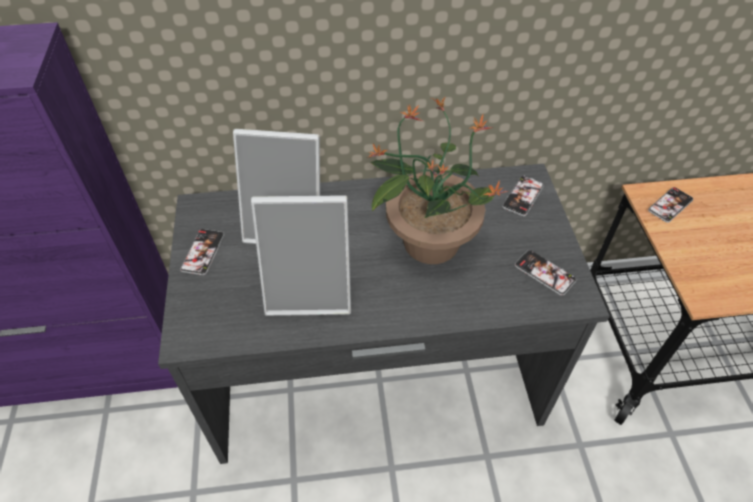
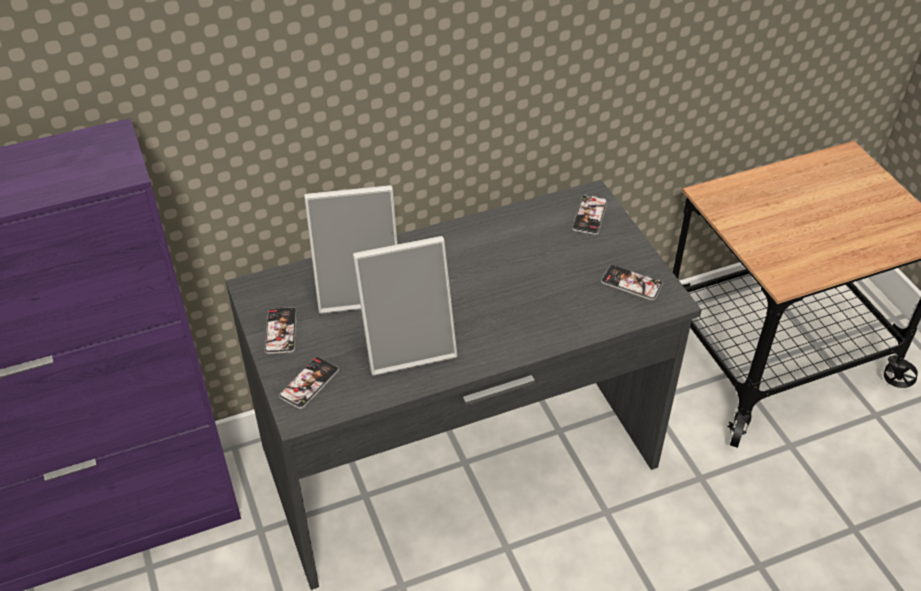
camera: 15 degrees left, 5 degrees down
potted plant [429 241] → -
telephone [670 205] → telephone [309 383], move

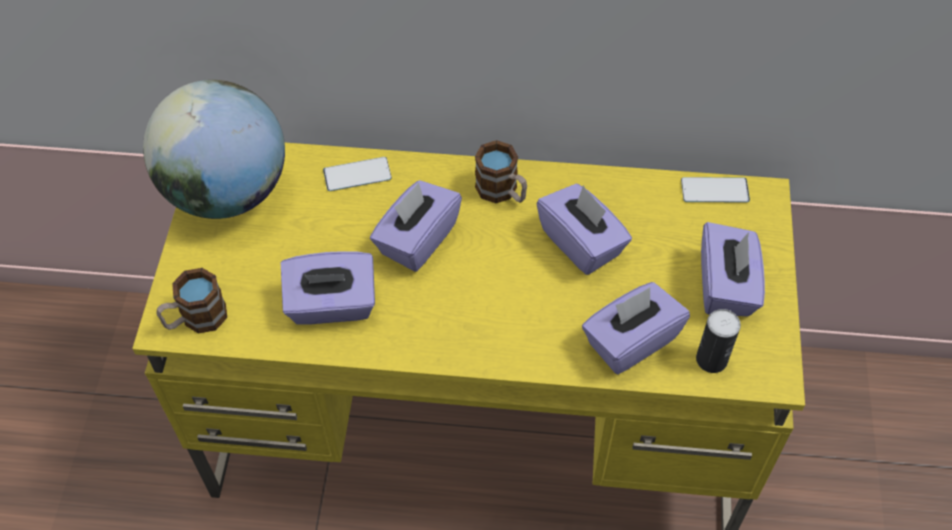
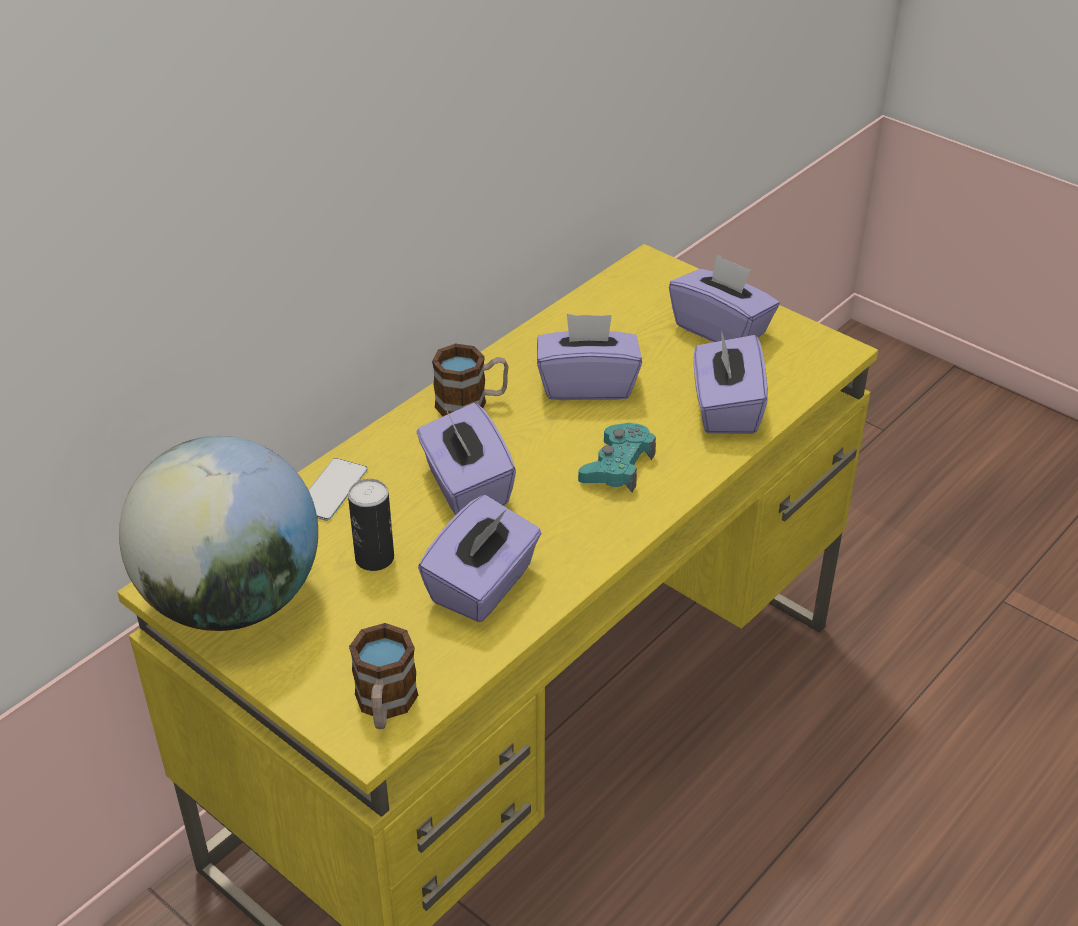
camera: 55 degrees left, 15 degrees down
telephone [714 190] → -
can [711 359] → can [374 558], move
- → turquoise game controller [617 466]

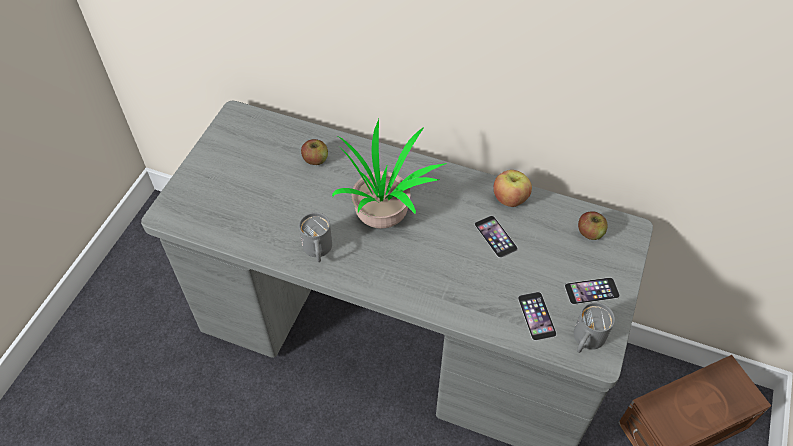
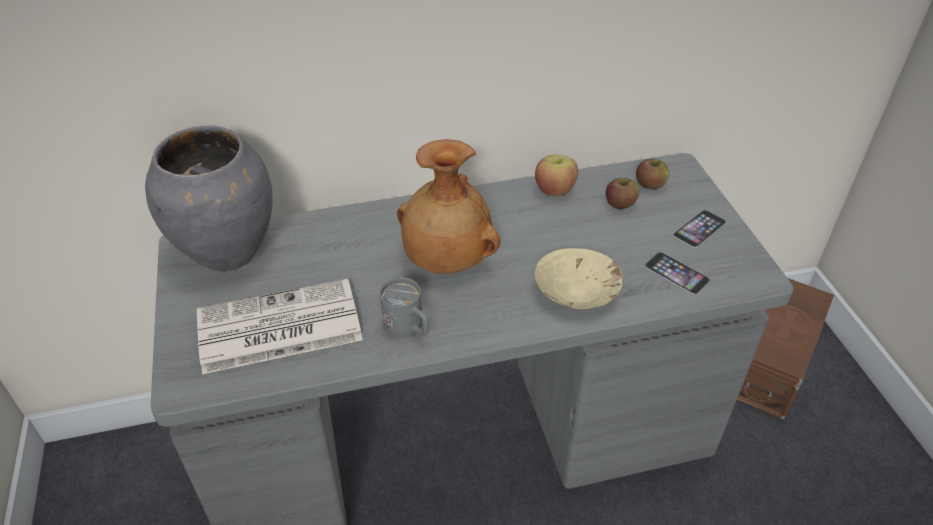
camera: 35 degrees left, 10 degrees down
apple [315 159] → apple [620 203], move
potted plant [384 214] → brown-coloured decorative vase [446 260]
telephone [495 236] → -
greyish tea mug [586 341] → -
- → greyish decorative vase [230 253]
- → newspaper [277 328]
- → beige-coloured serving bowl [577 292]

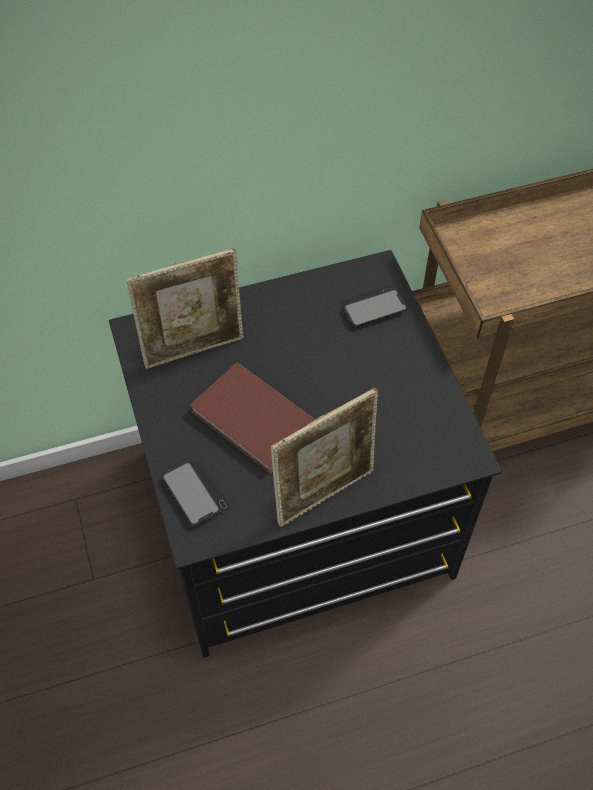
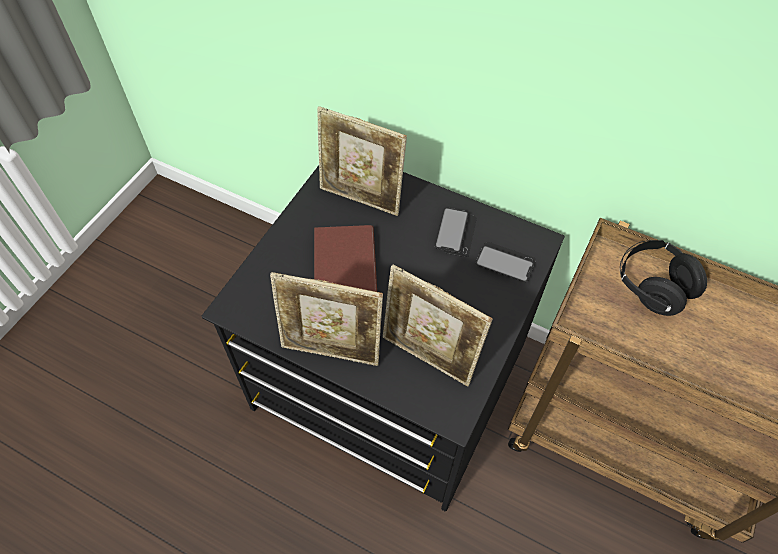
camera: 45 degrees right, 0 degrees up
telephone [196 493] → telephone [455 233], move
- → picture frame [428 357]
- → blackish headphones [653 286]

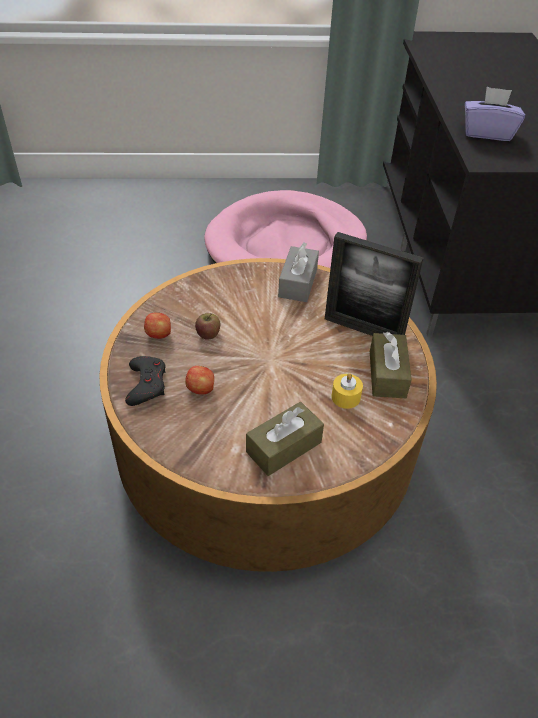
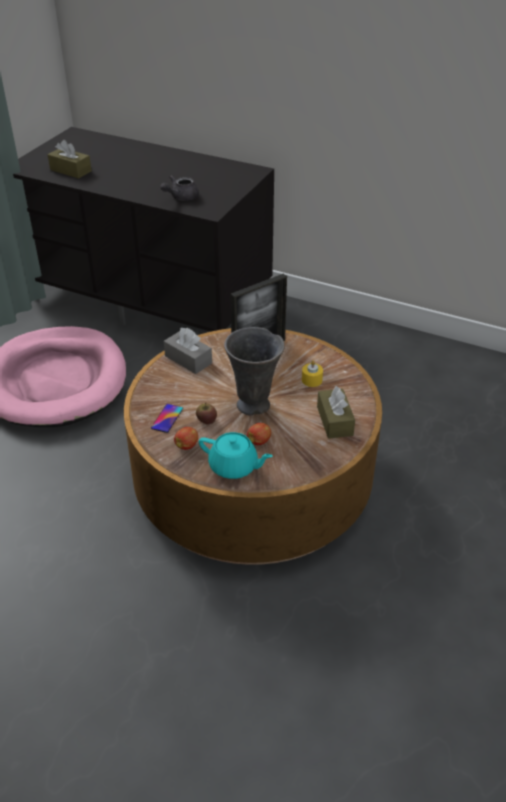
camera: 60 degrees left, 5 degrees down
blackish game controller [146 384] → turquoise teapot [234 467]
brown-coloured tissue holder [387 374] → brown-coloured tissue holder [70 170], move
purple-coloured tissue holder [487 133] → greyish teapot [181 197]
- → telephone [167 418]
- → greyish decorative vase [254 406]

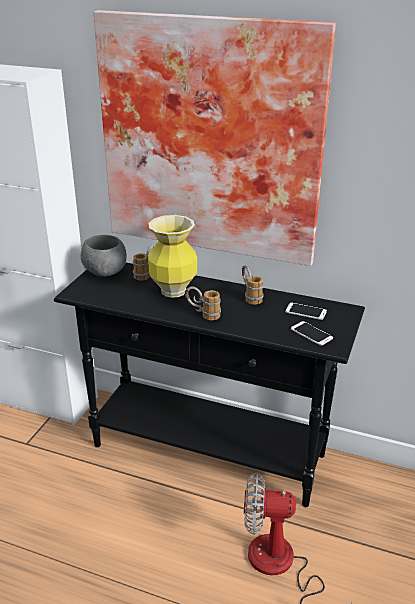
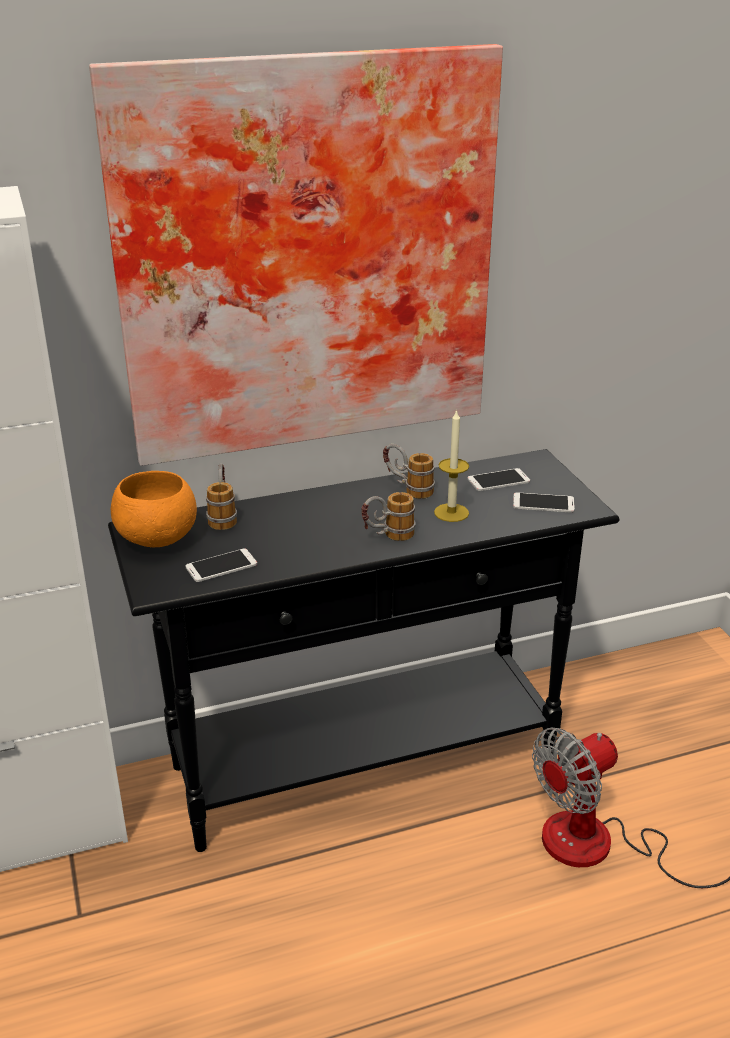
camera: 40 degrees left, 0 degrees up
greyish serving bowl [104 273] → orange-coloured serving bowl [157 540]
decorative vase [173 291] → -
- → telephone [221 566]
- → candle [451 512]

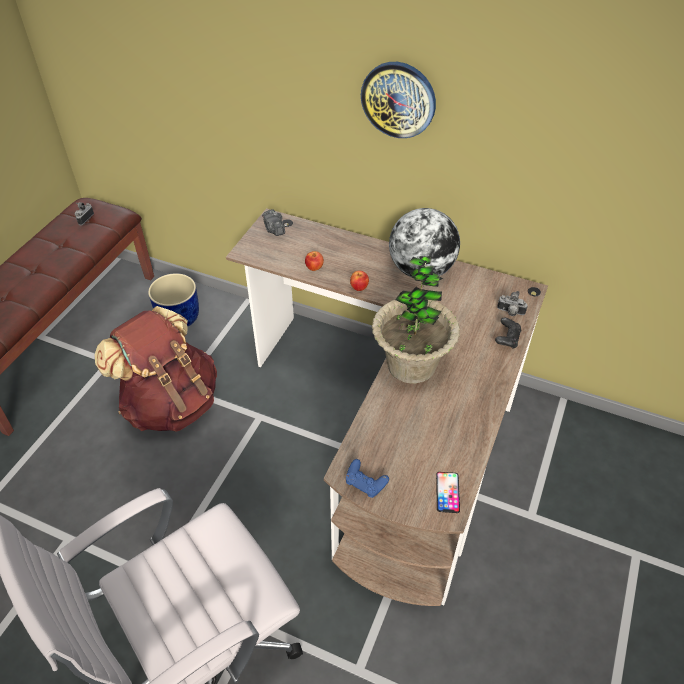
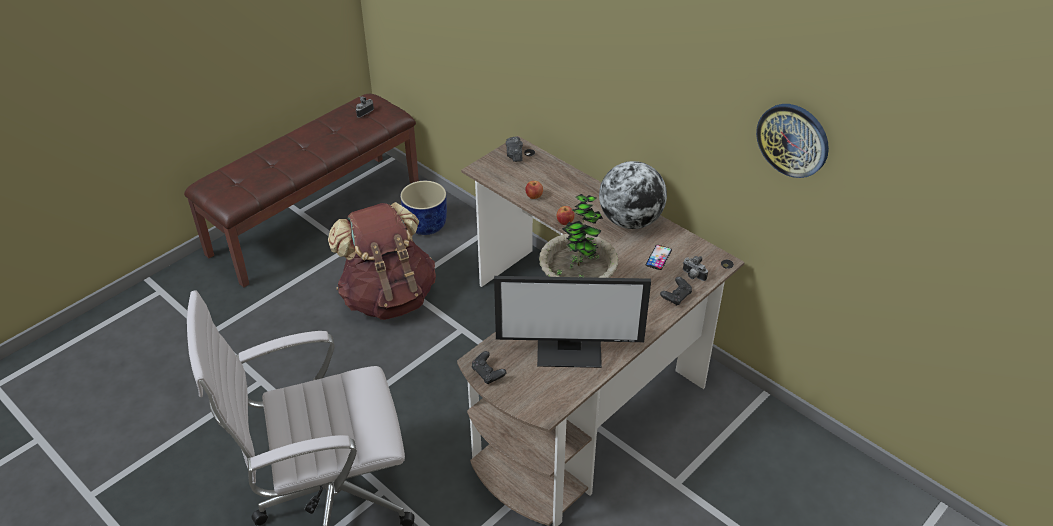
camera: 20 degrees right, 5 degrees down
blue-coloured game controller [365 484] → blackish game controller [488 374]
hanging clock [398 99] → hanging clock [793 140], move
telephone [447 492] → telephone [658 257], move
- → computer display [570 351]

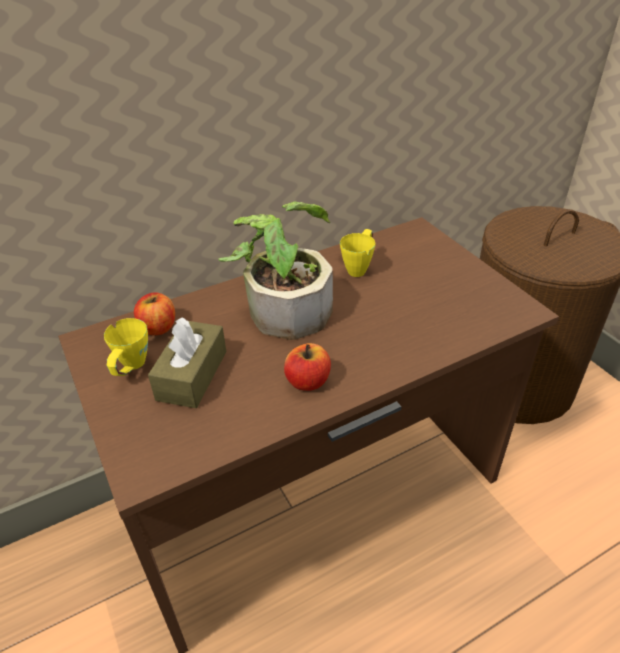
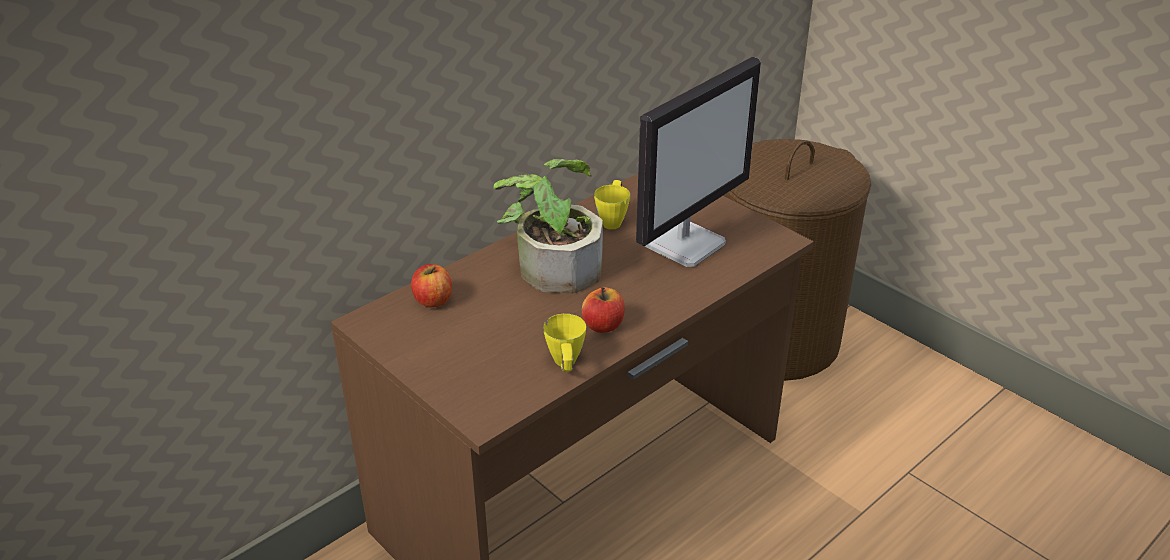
camera: 15 degrees left, 5 degrees down
yellow-coloured tea mug [131 369] → yellow-coloured tea mug [566 367], move
brown-coloured tissue holder [192 375] → -
- → computer display [685 243]

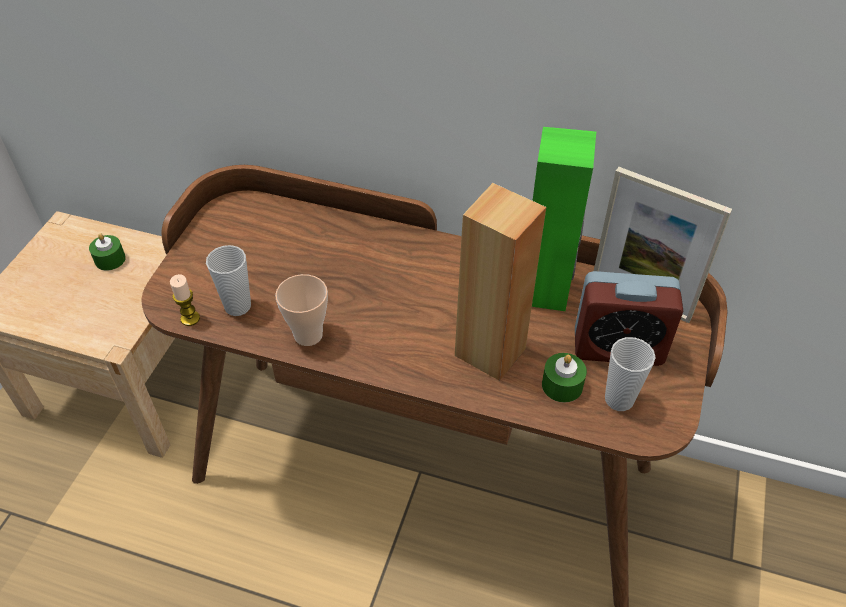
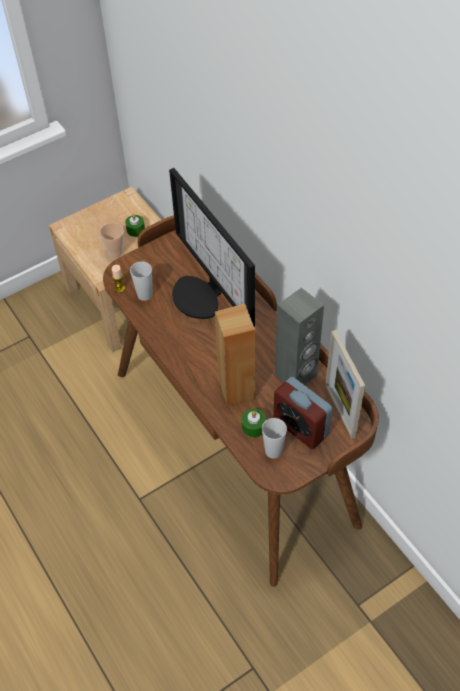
camera: 40 degrees right, 5 degrees up
drinking cup [308 335] → drinking cup [115 252], move
greenish audio speaker [545 289] → greyish audio speaker [296 375]
- → computer display [202 295]

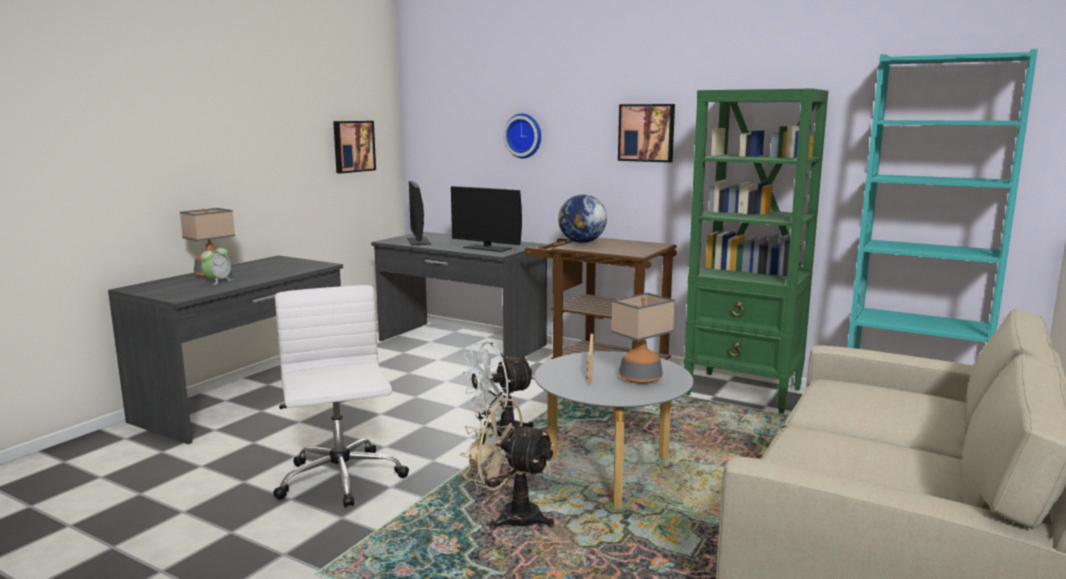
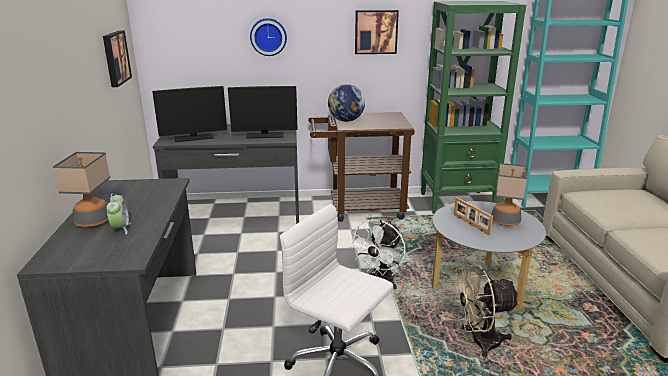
camera: 35 degrees left, 10 degrees up
computer display [418 241] → computer display [193 137], 60 degrees counterclockwise

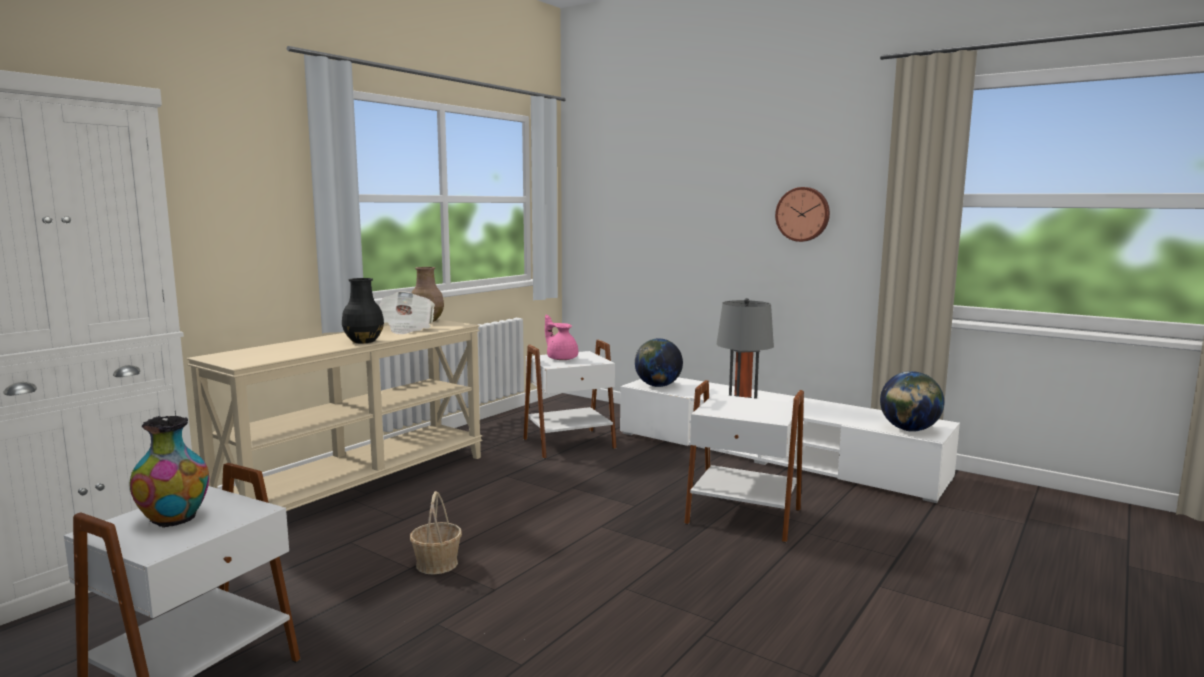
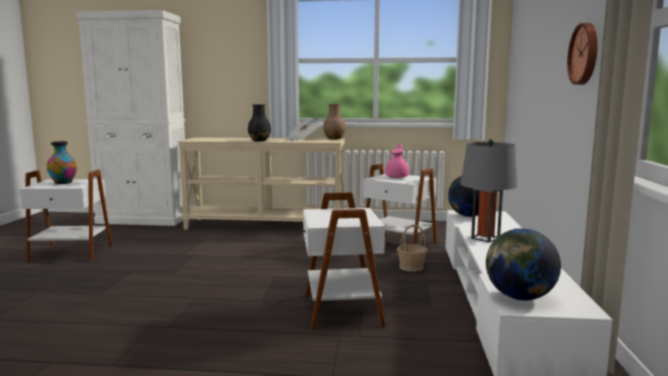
camera: 60 degrees right, 0 degrees up
storage basket [436 564] → storage basket [411 267], move

